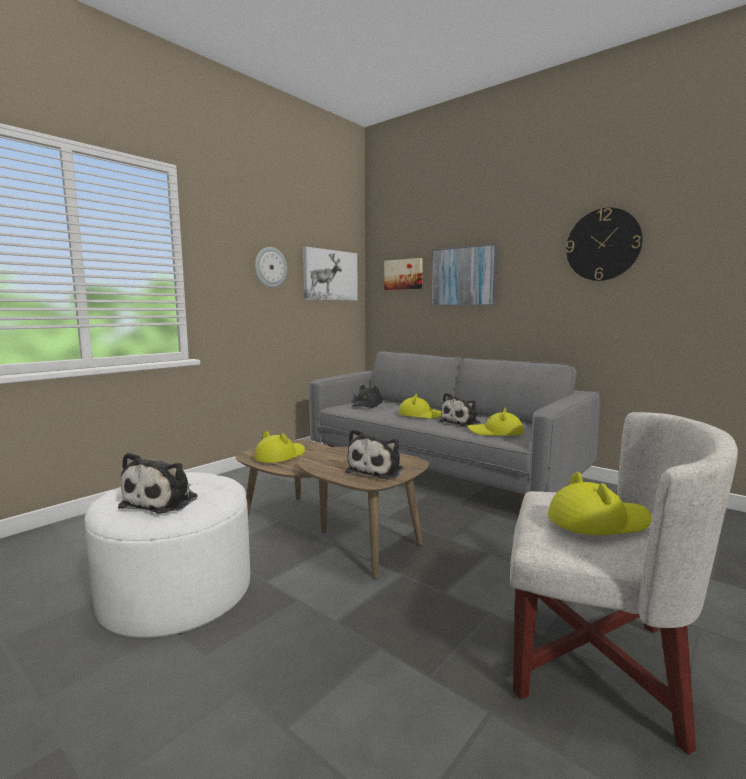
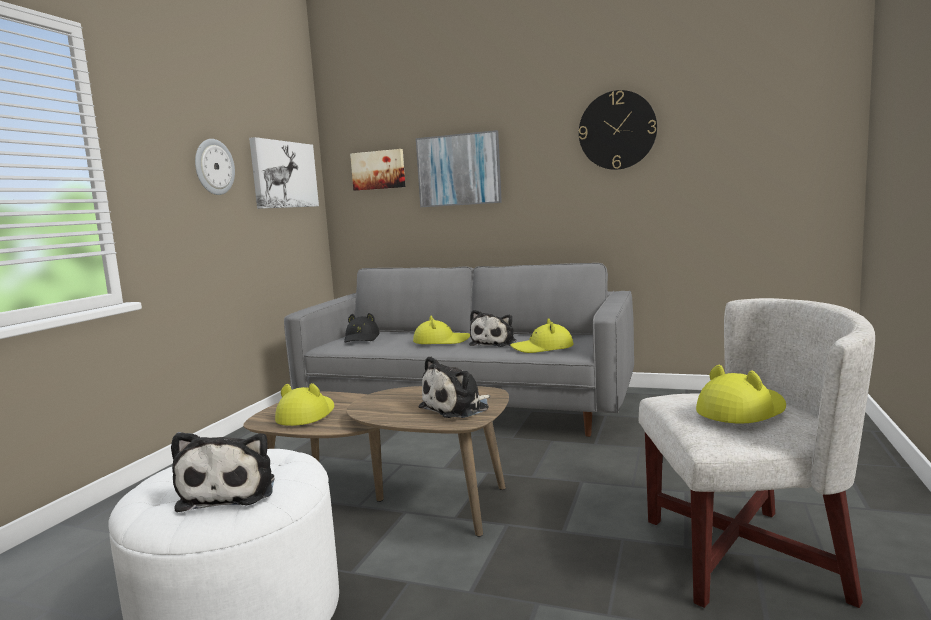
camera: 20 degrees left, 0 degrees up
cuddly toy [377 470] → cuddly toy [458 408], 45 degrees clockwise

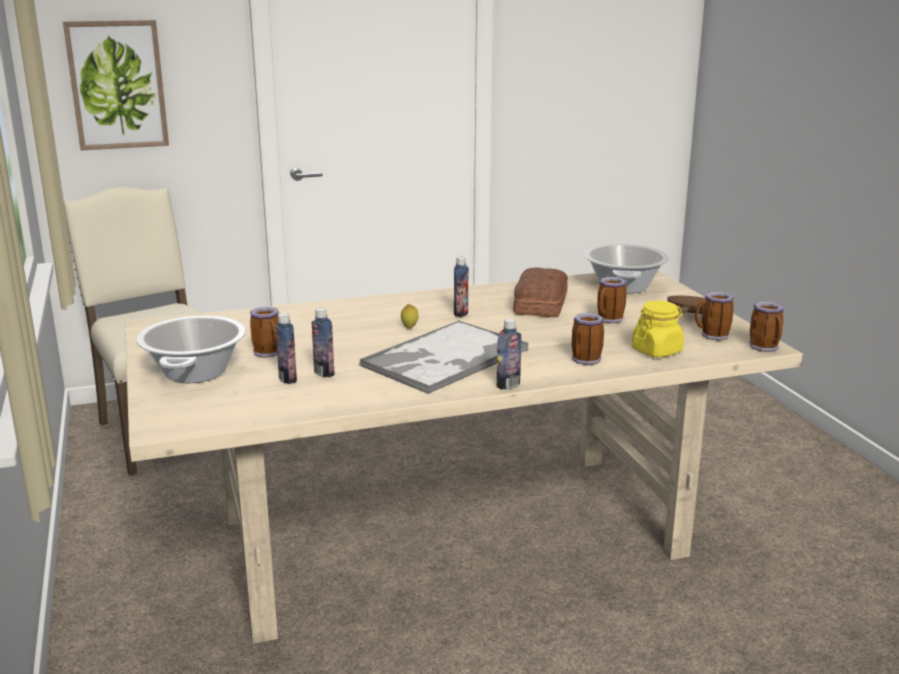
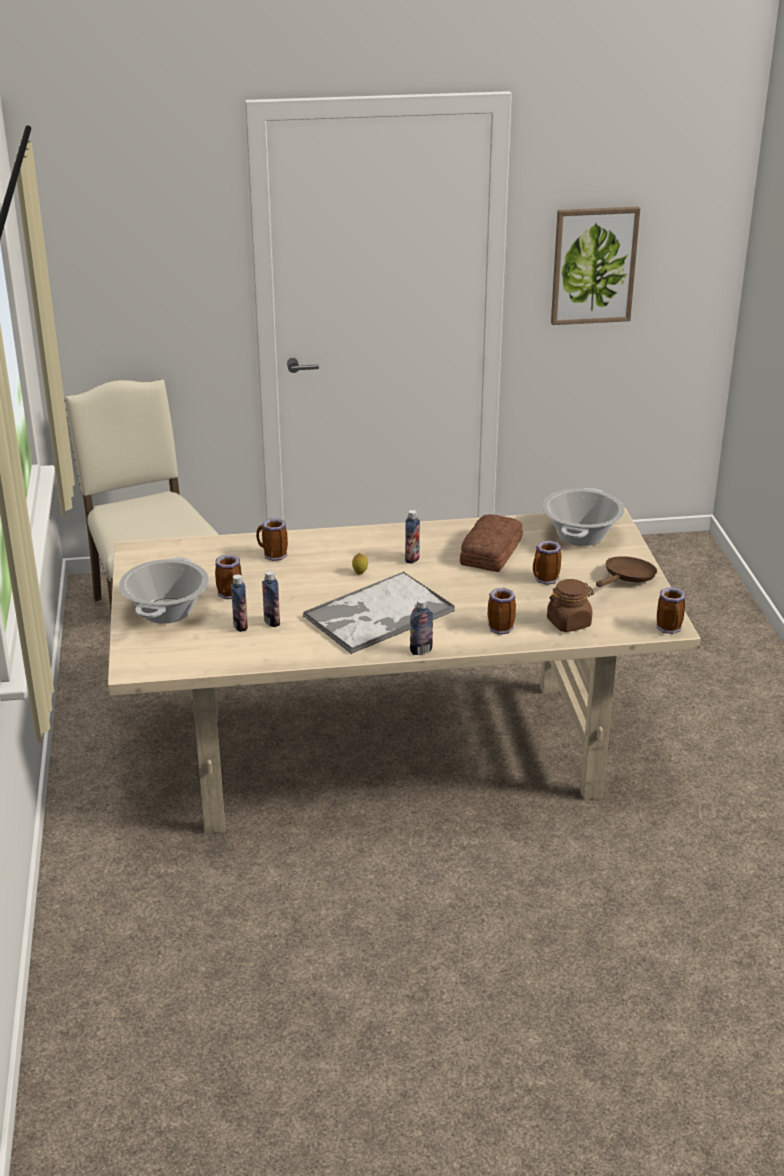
camera: 10 degrees right, 10 degrees up
picture [117 85] → picture [593 265], move
yellow-coloured jar [657 350] → brown-coloured jar [569 623]
tea mug [712 336] → tea mug [272 555], move

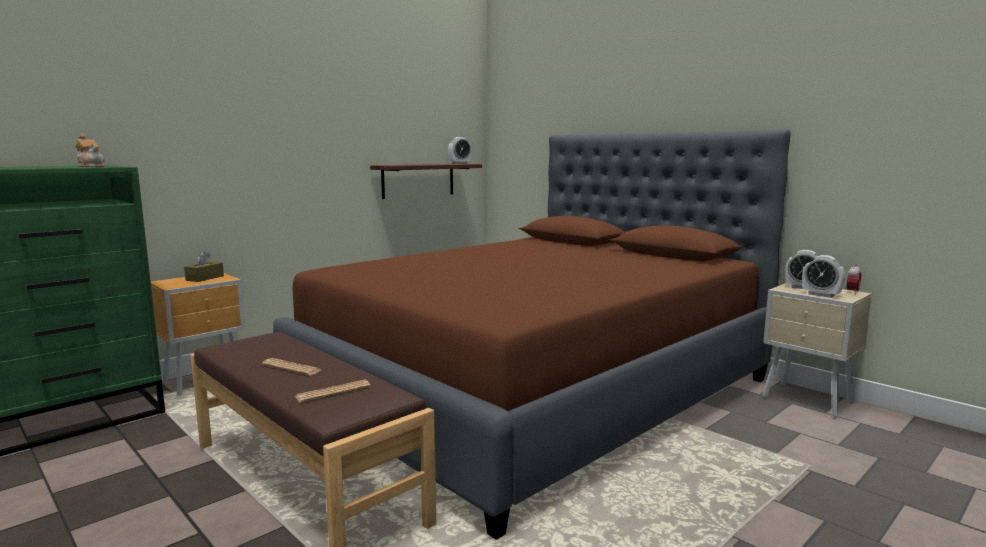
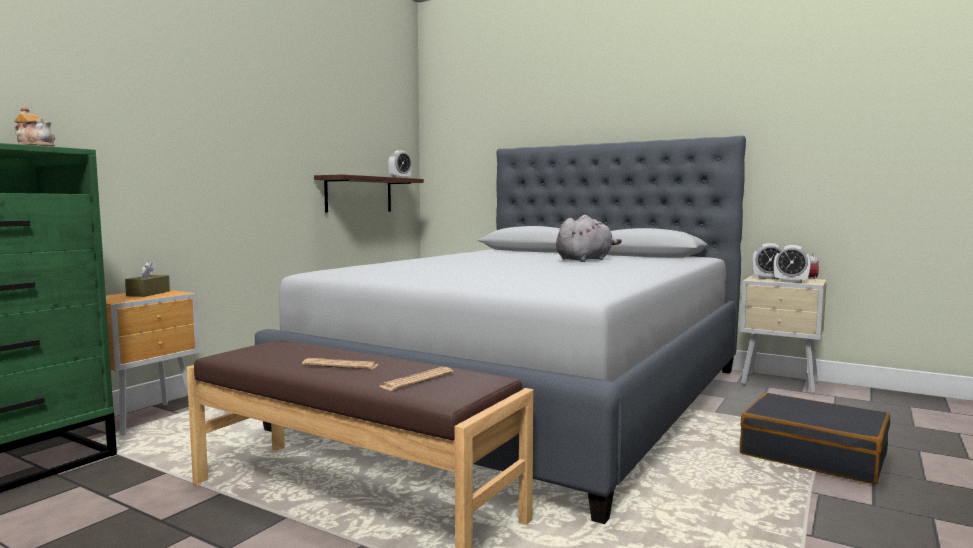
camera: 15 degrees left, 5 degrees down
brown-coloured bedroom bed [536 391] → greyish bedroom bed [533 397]
- → greyish cuddly toy [585 260]
- → blackish suitcase [813 454]

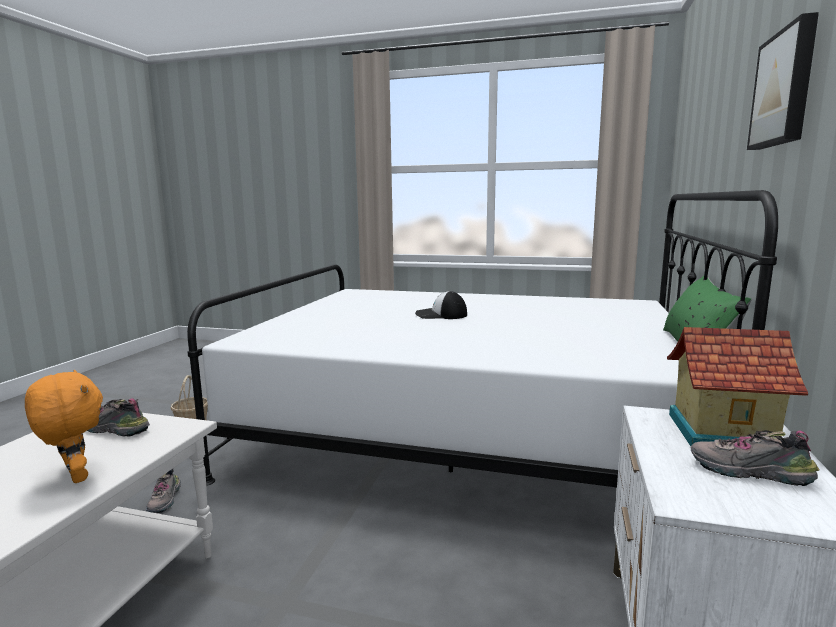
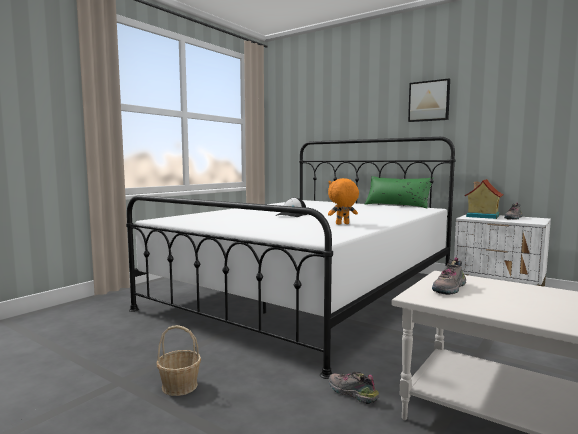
camera: 70 degrees left, 5 degrees down
orange-coloured cuddly toy [75 477] → orange-coloured cuddly toy [342 224], move
item of footwear [165 500] → item of footwear [351 393], 150 degrees counterclockwise

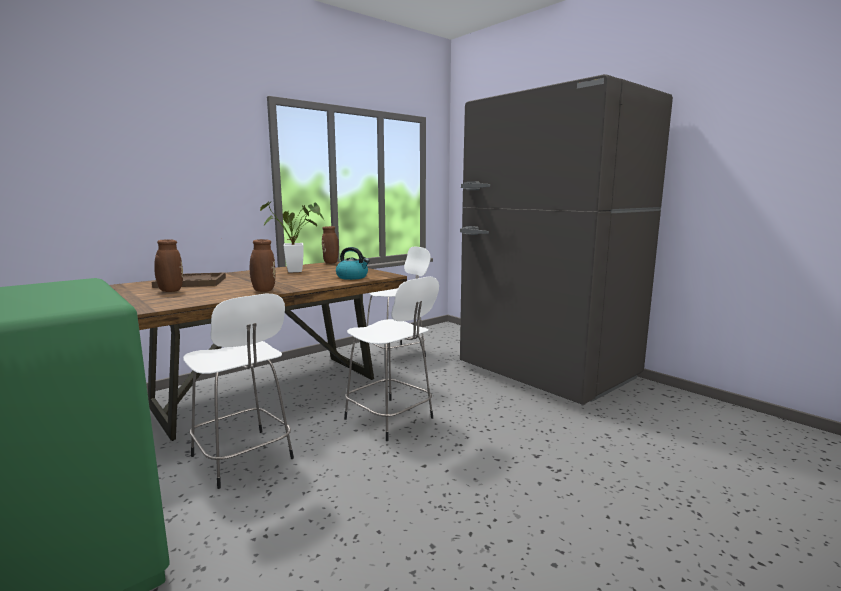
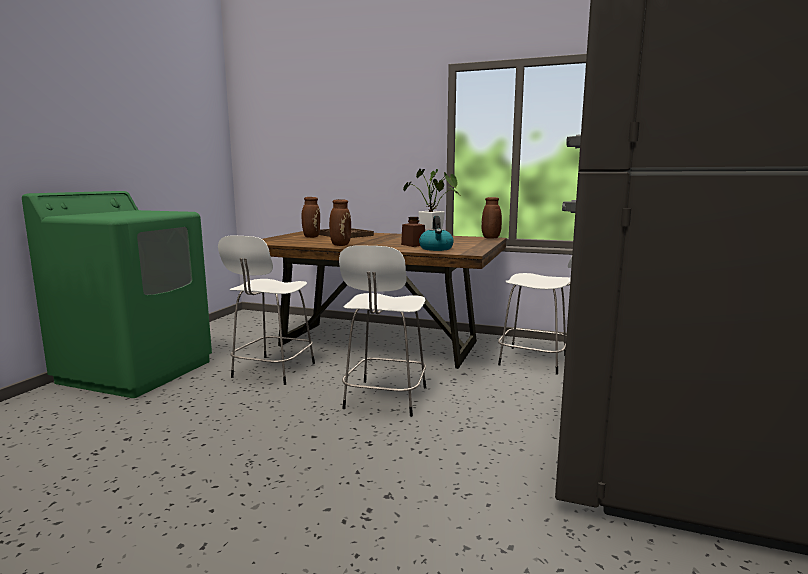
camera: 60 degrees right, 0 degrees up
- → brown-coloured jar [413 245]

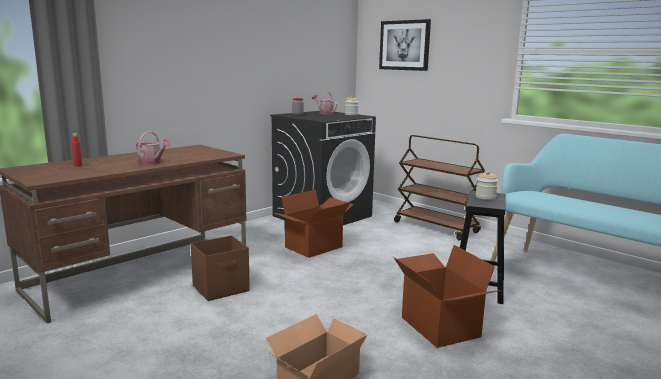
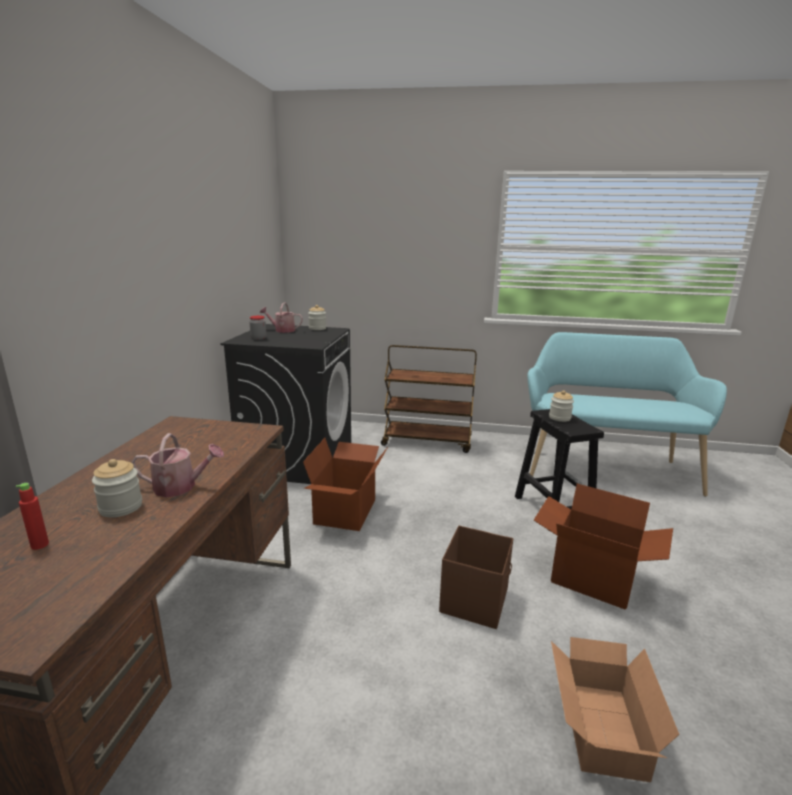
camera: 35 degrees left, 5 degrees up
brown-coloured storage box [221 288] → brown-coloured storage box [475 600], move
picture [404 45] → -
- → jar [121 507]

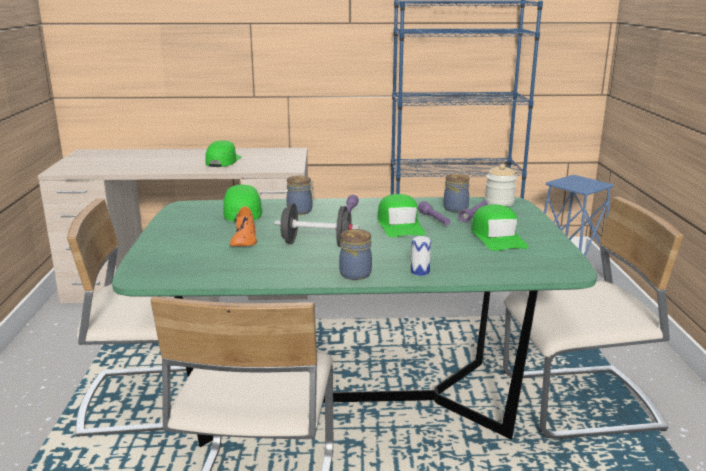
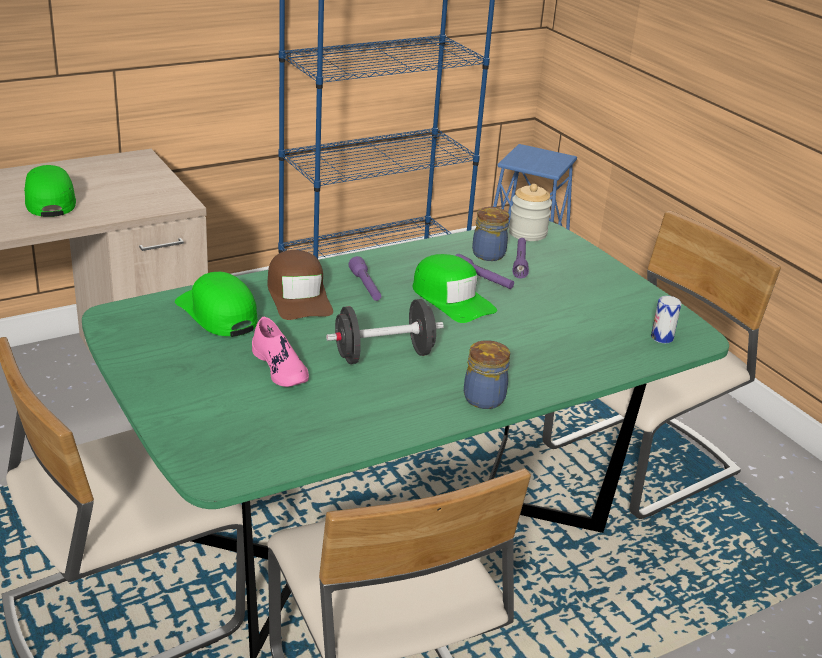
camera: 30 degrees left, 10 degrees up
orange-coloured item of footwear [244 239] → pinkish item of footwear [280 367]
jar [301 211] → brown-coloured cap [298 296]
can [420 272] → can [662 337], move
greenish cap [497 237] → -

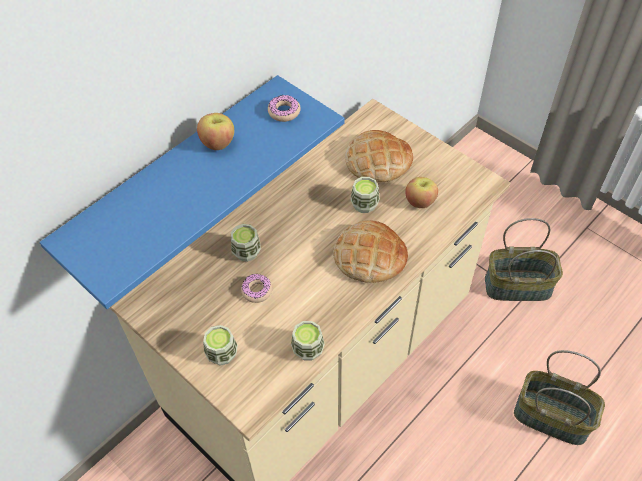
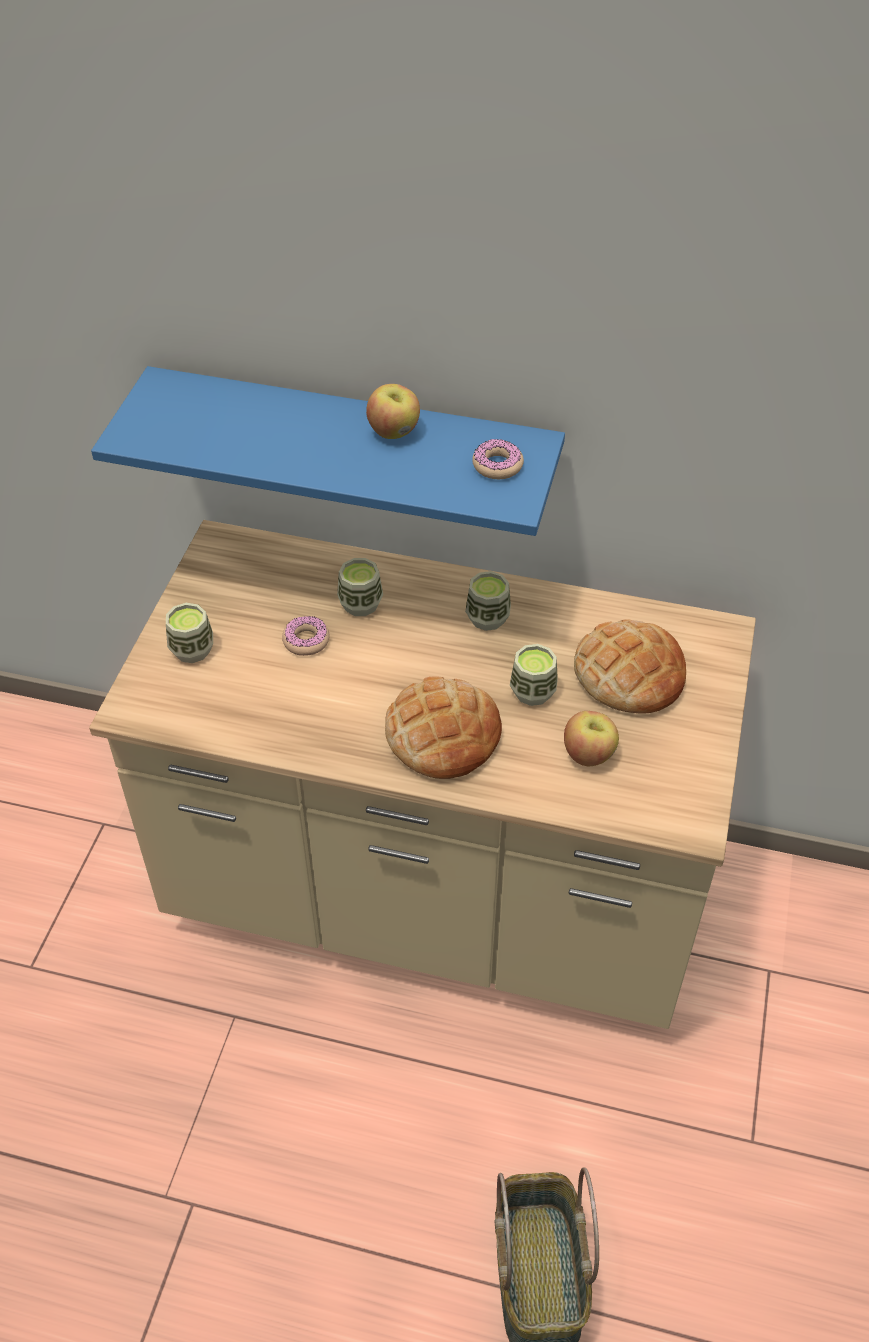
camera: 60 degrees right, 5 degrees down
drinking cup [308 349] → drinking cup [487 618], move
storage basket [518 285] → -

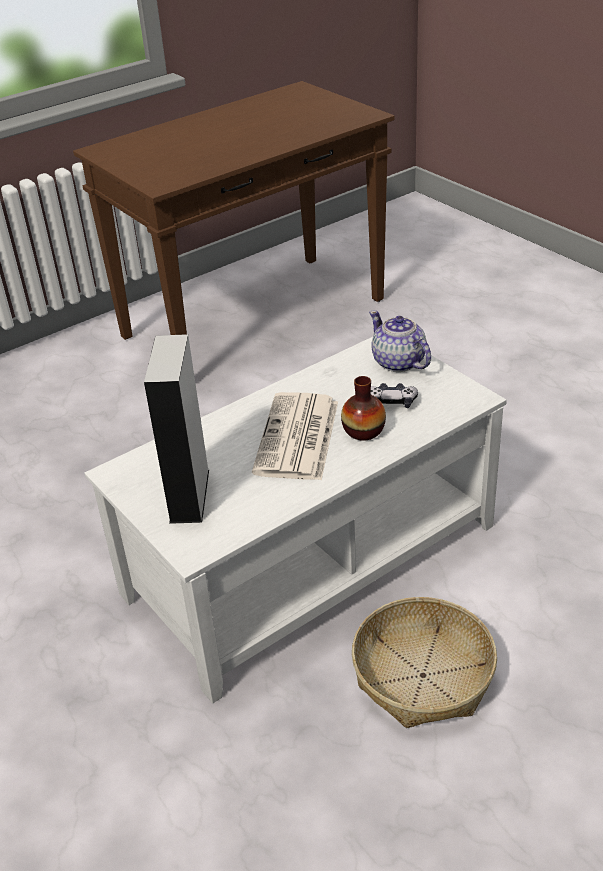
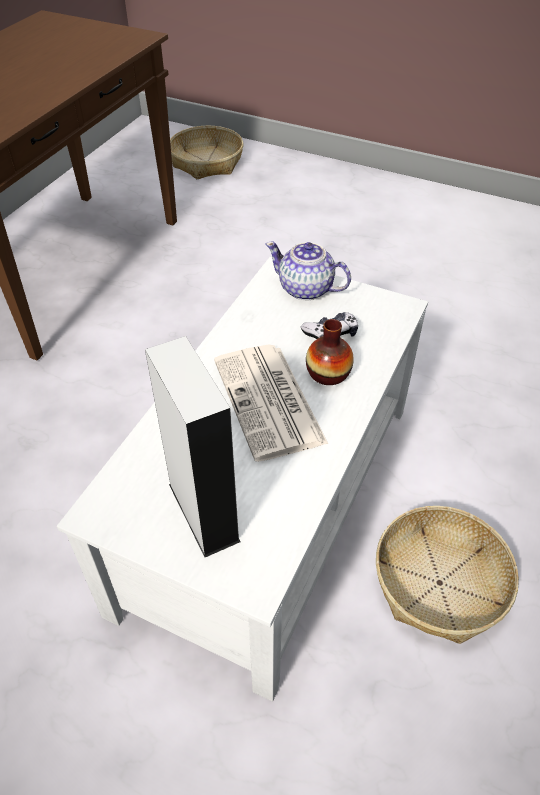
camera: 30 degrees left, 10 degrees up
- → storage basket [207 162]

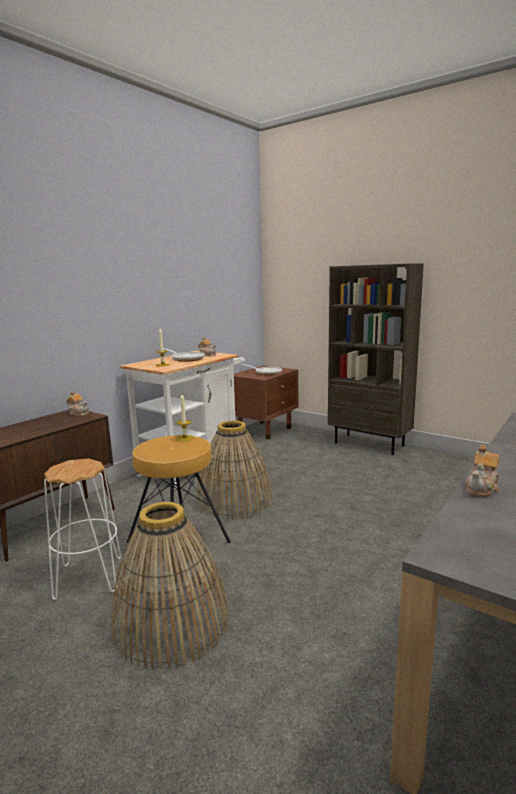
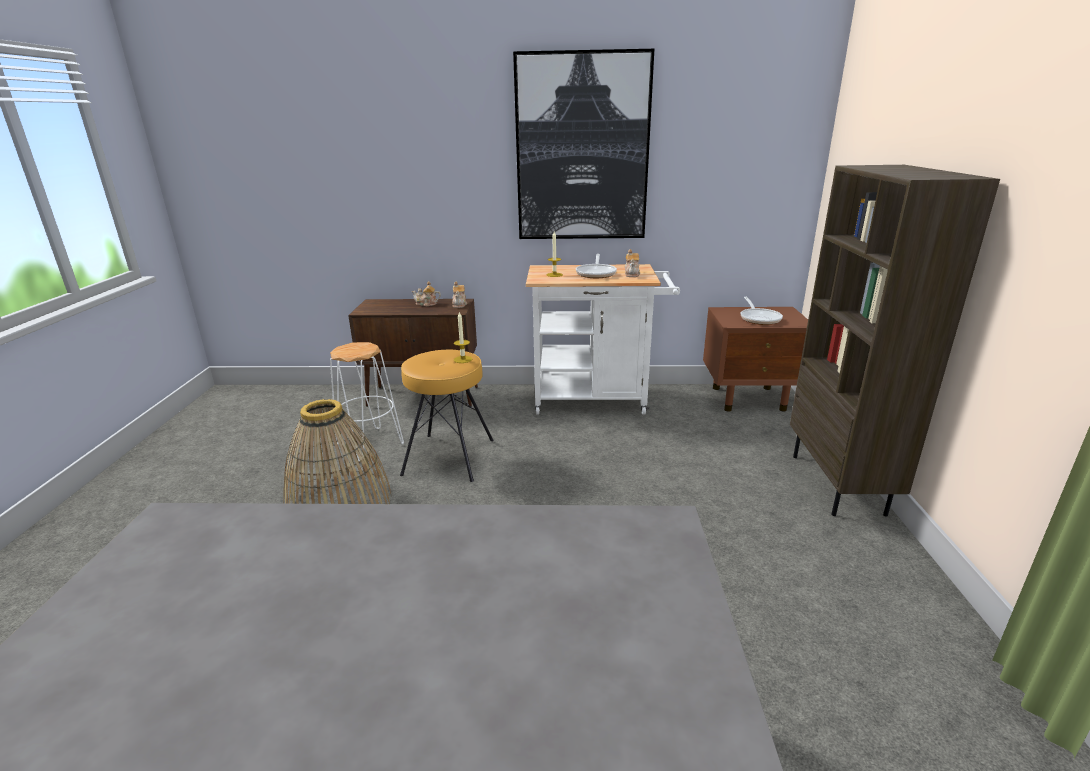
camera: 55 degrees right, 10 degrees up
storage basket [234 500] → -
teapot [482 488] → teapot [426 304], move
- → picture [582 149]

